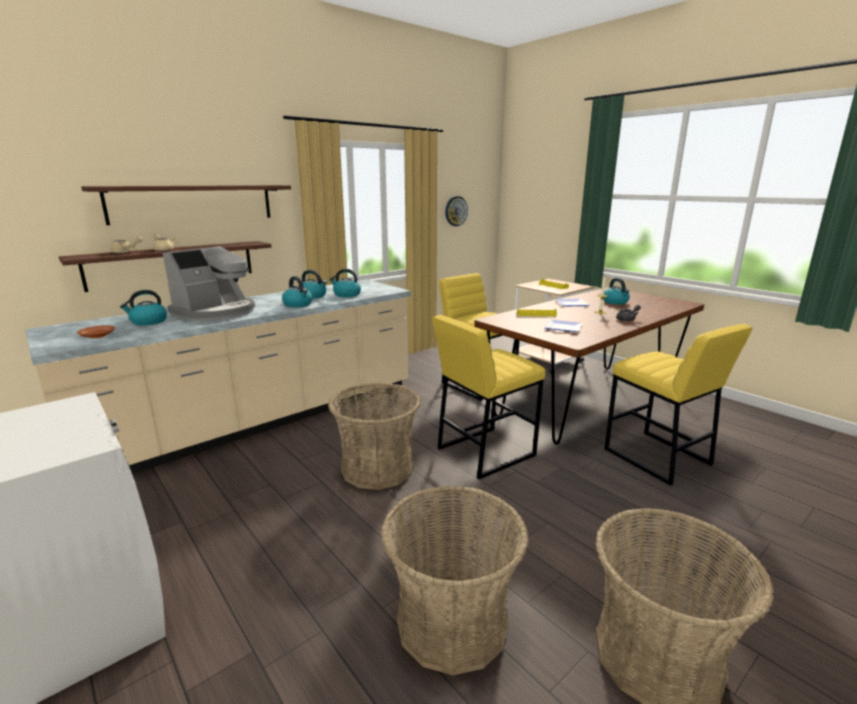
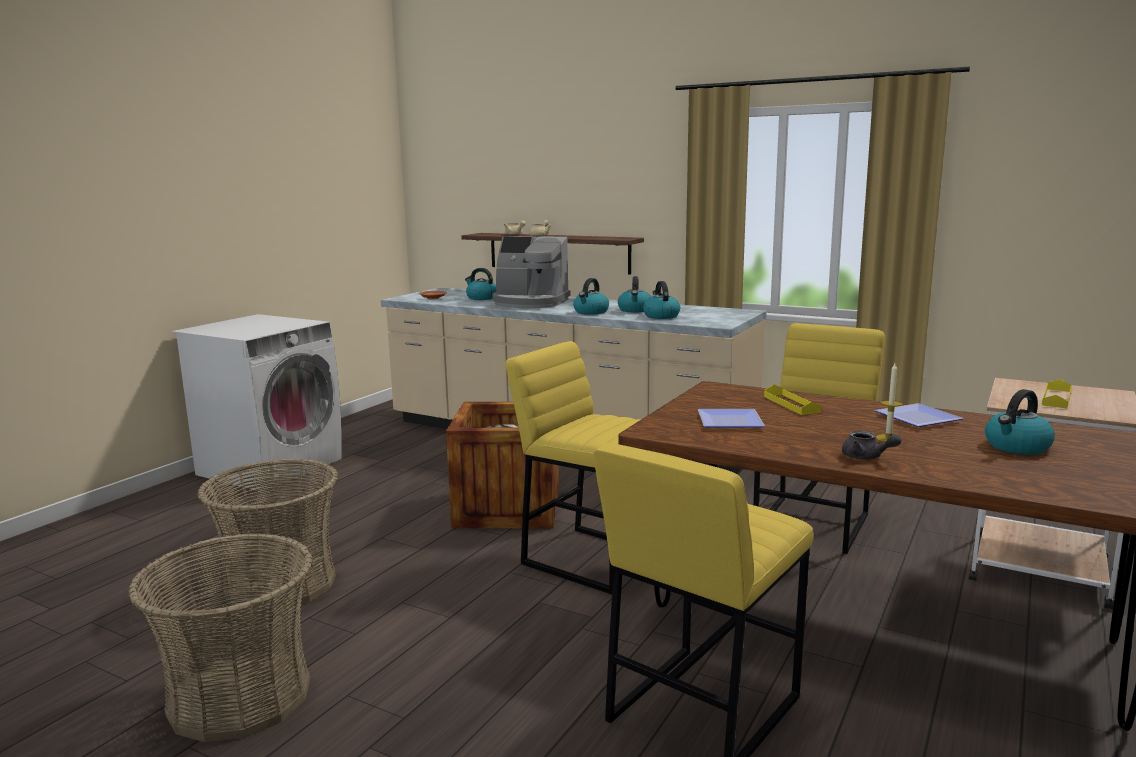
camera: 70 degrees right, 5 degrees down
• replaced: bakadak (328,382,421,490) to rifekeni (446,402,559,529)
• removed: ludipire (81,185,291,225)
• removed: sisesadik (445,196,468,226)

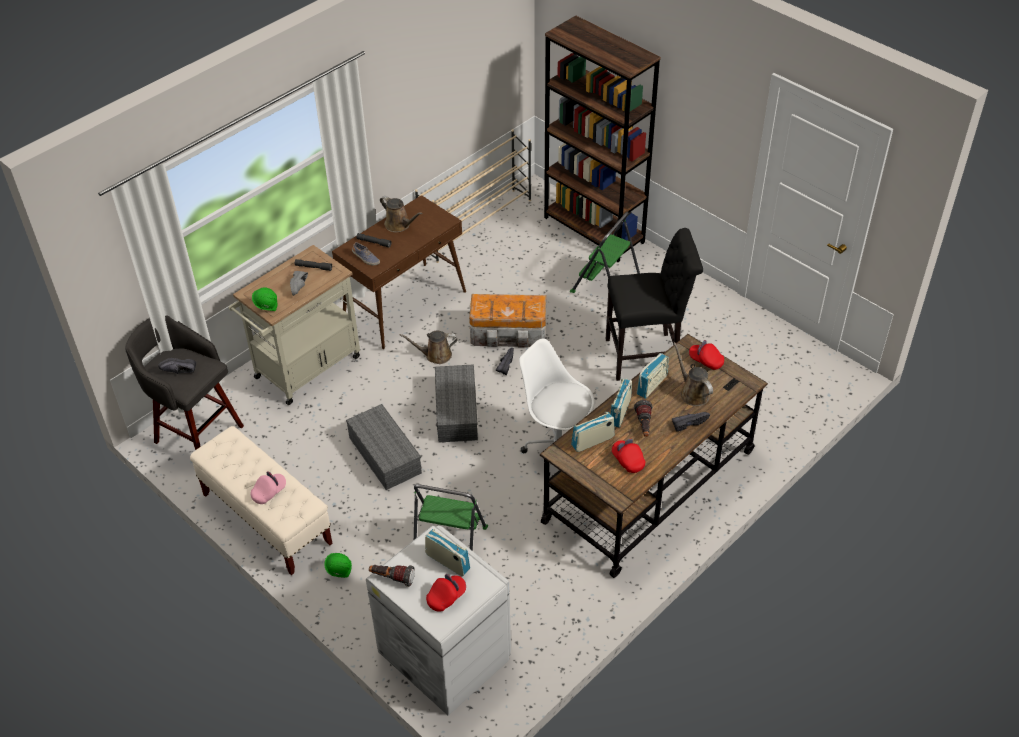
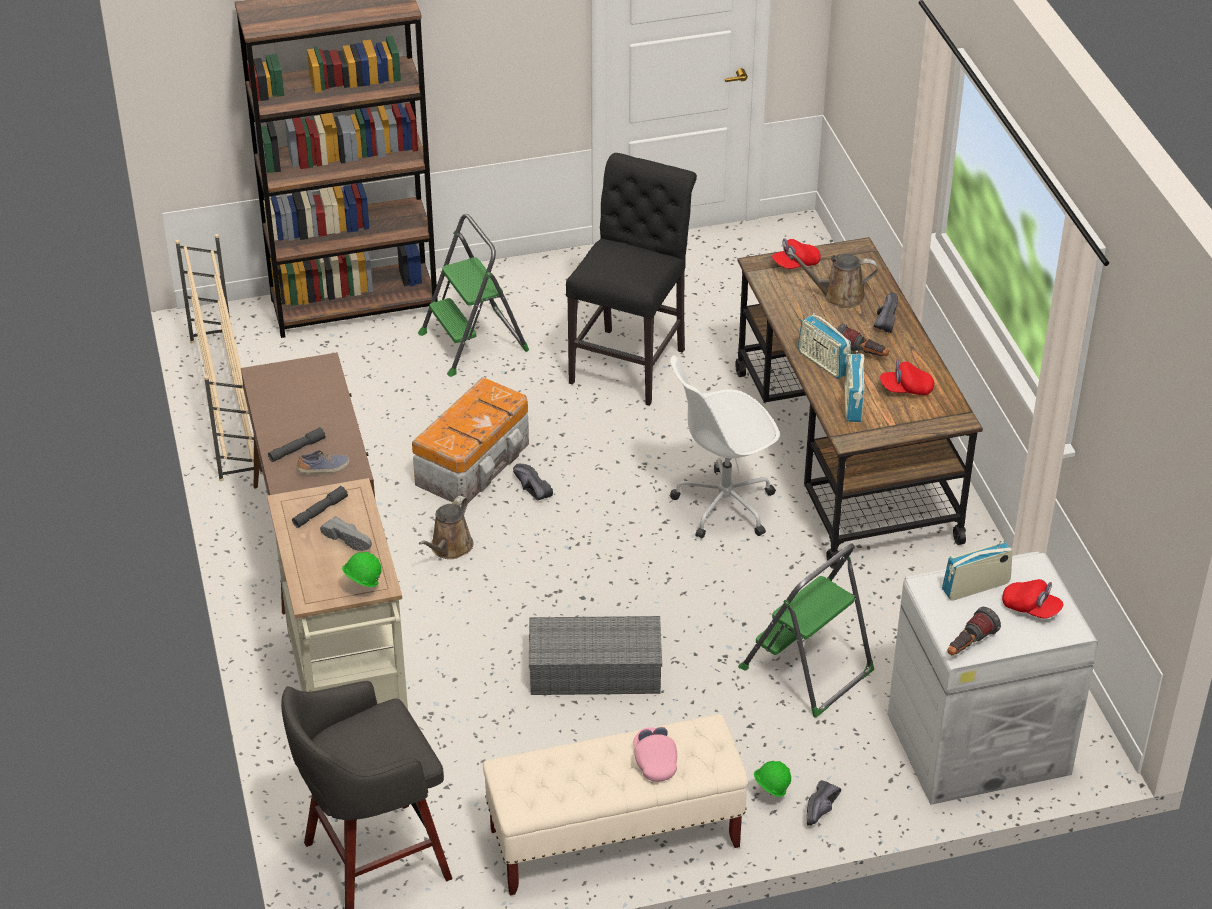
camera: 60 degrees left, 5 degrees down
• moved: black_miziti (158,358,196,374) to (807,780,841,825)
• turned: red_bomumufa (426,574,466,612) = (1002,579,1063,619) 135 degrees clockwise
• removed: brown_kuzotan (380,196,423,232)
• removed: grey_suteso (435,364,478,442)
• removed: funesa (637,353,669,399)

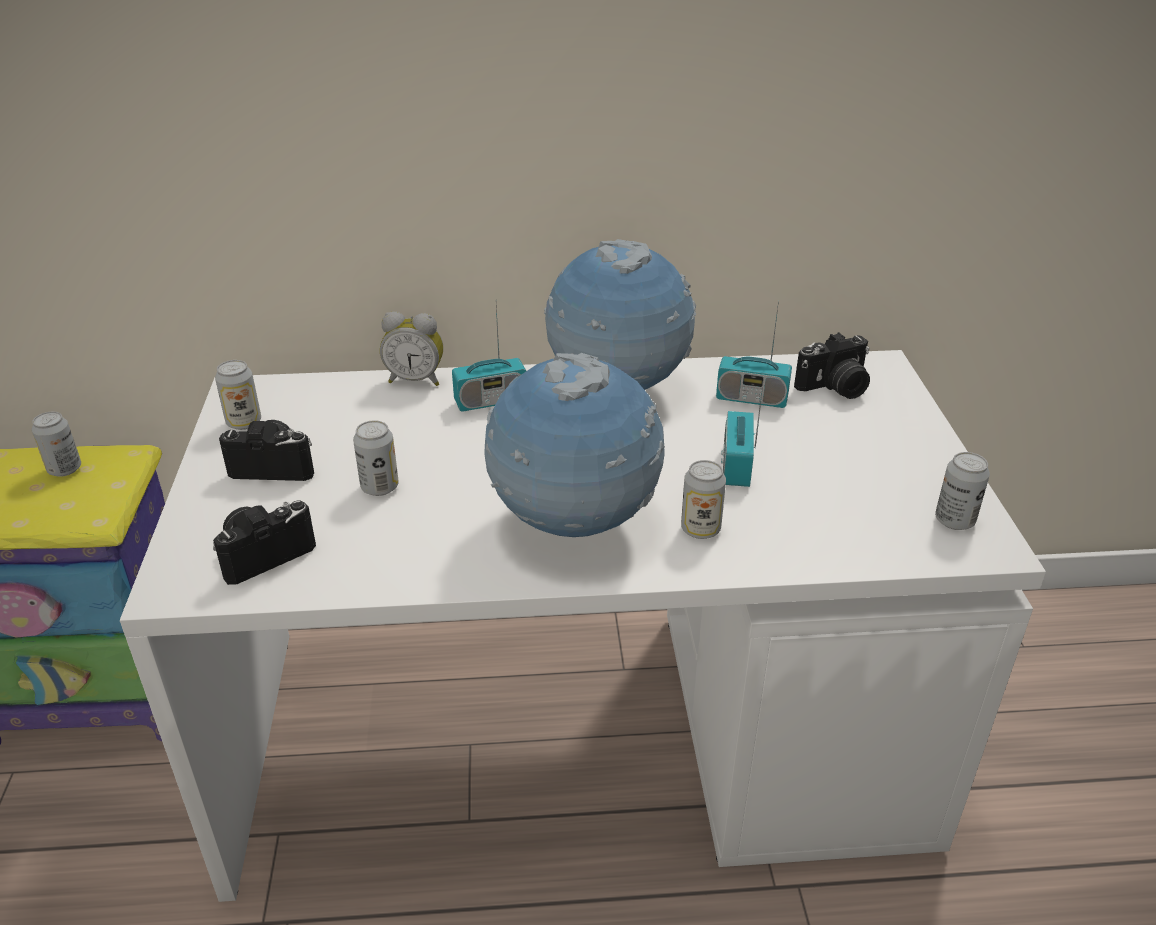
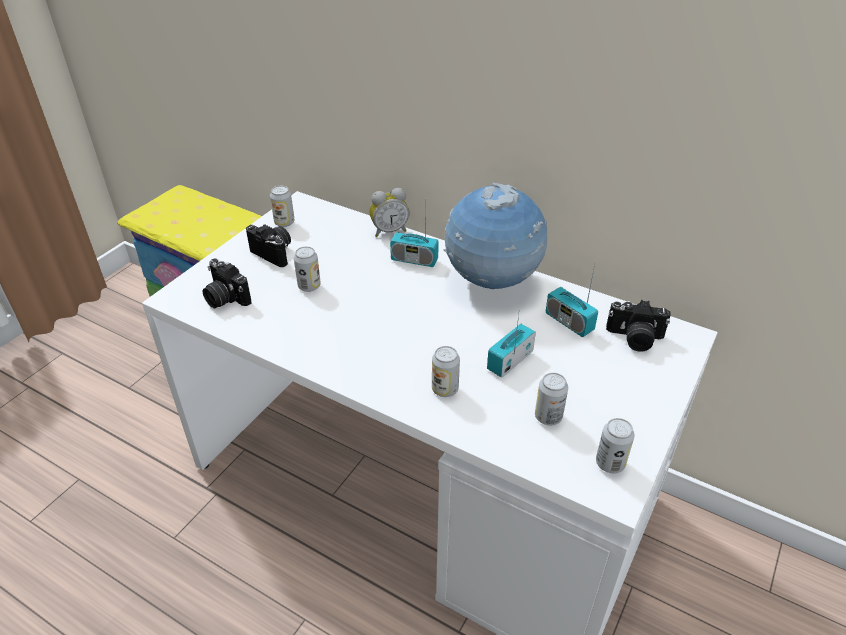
camera: 35 degrees right, 5 degrees up
• turned: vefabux (213,501,316,585) = (203,258,251,308) 135 degrees counterclockwise
• turned: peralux (380,311,443,386) = (369,188,409,237) 60 degrees counterclockwise
• moved: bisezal (32,411,81,477) to (535,373,568,425)
• removed: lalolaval (484,353,665,537)

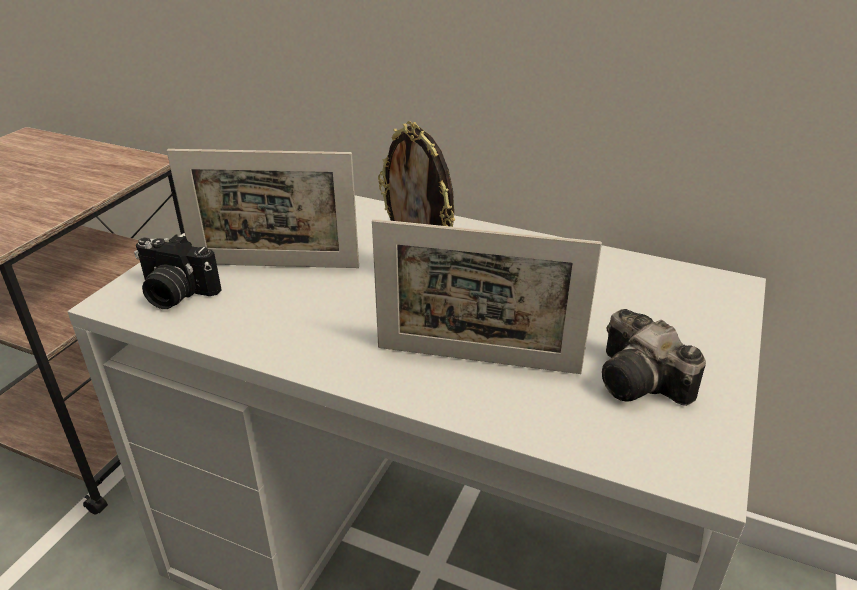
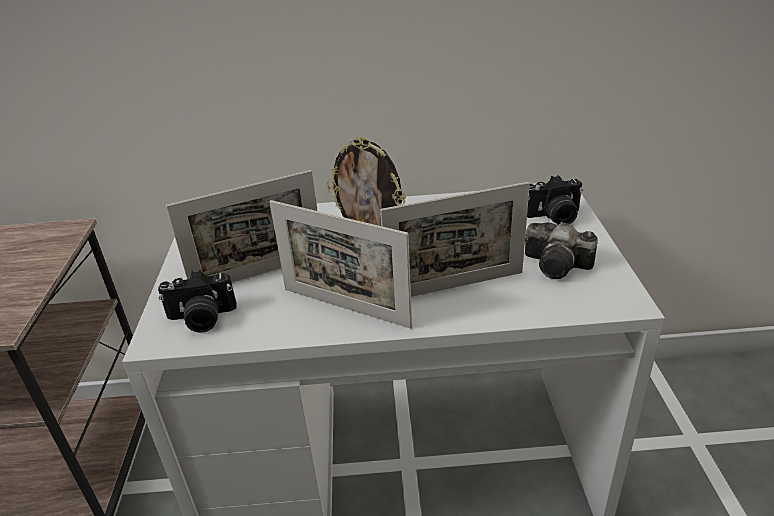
camera: 25 degrees left, 0 degrees up
• added: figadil (269,200,412,329)
• added: vefabux (527,175,583,225)

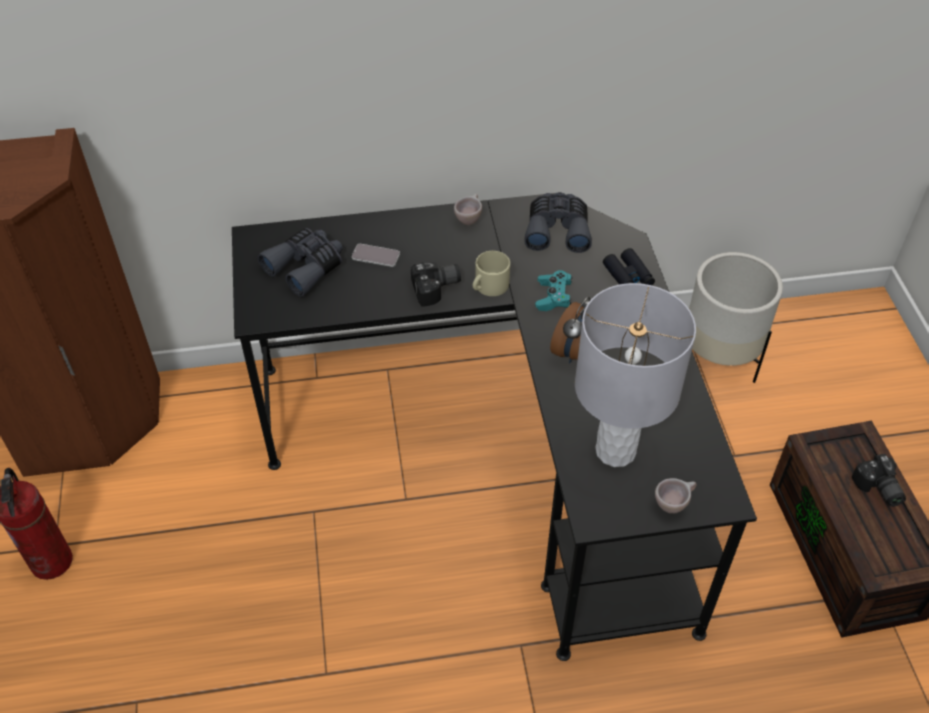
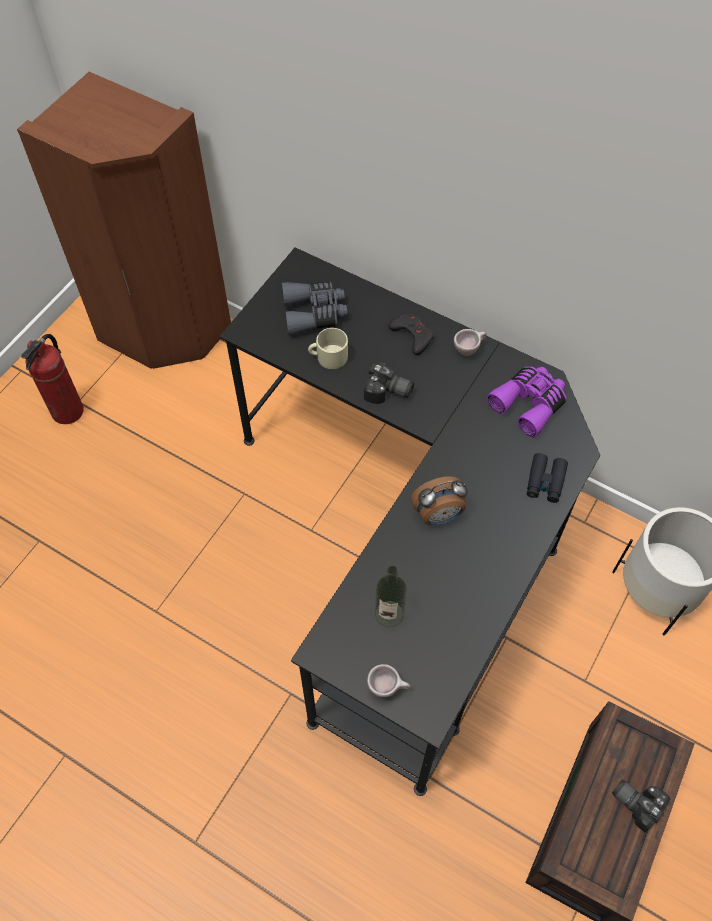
camera: 40 degrees right, 10 degrees up
• moved: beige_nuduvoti (473,251,510,296) to (308,328,348,369)
• replaced: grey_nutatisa (575,283,696,467) to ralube (375,566,407,627)
• added: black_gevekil (388,313,434,355)
• recoloured: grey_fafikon (525,192,592,253) to purple_fafikon (487,366,567,437)
• turned: vefabux (852,454,906,507) = (612,779,670,832) 105 degrees clockwise
• removed: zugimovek (352,244,400,267)
• removed: turquoise_gevekil (535,270,573,311)

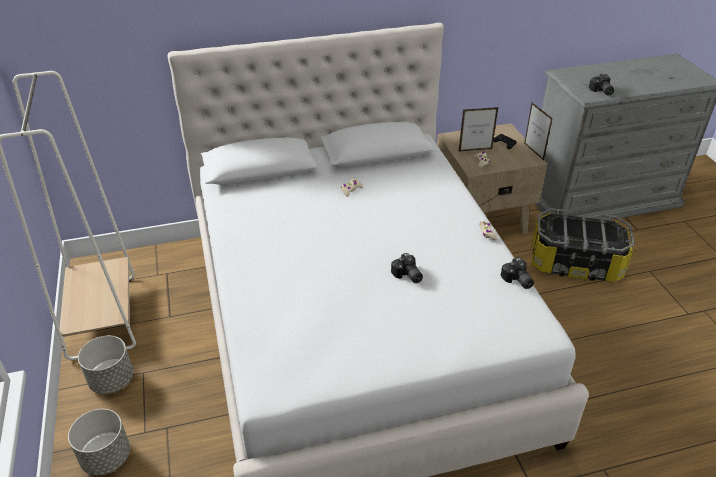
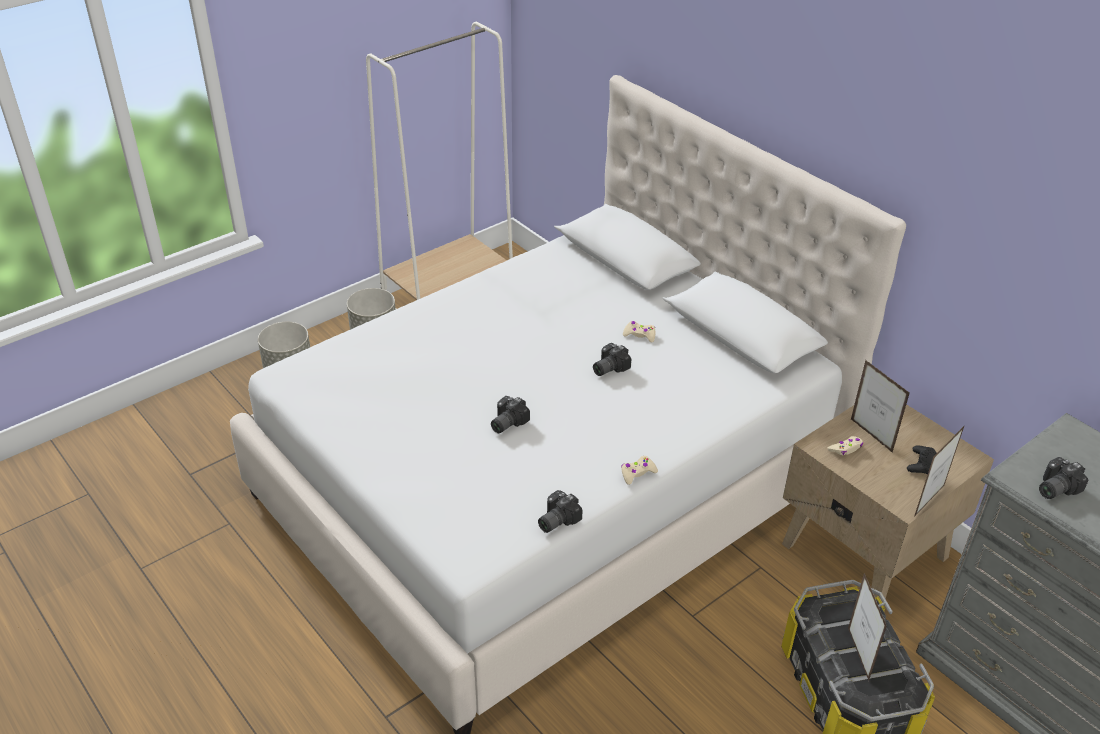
camera: 65 degrees right, 0 degrees up
• added: vefabux (593,343,631,376)
• added: figadil (848,573,887,681)

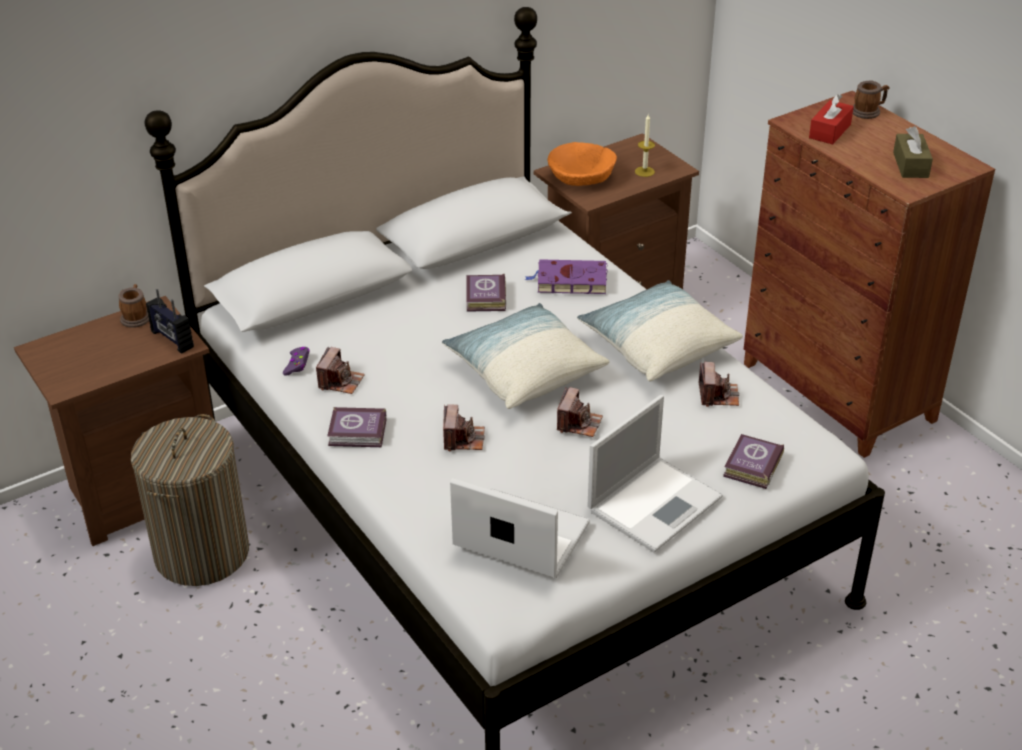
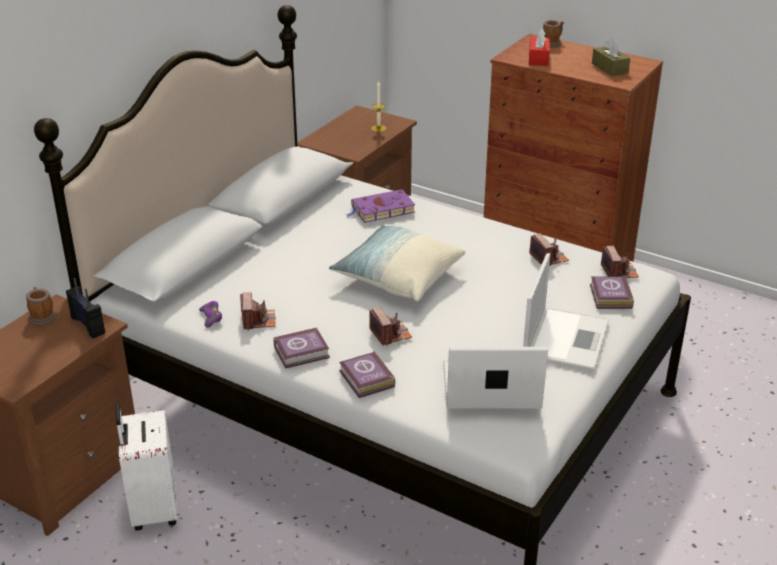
camera: 25 degrees left, 5 degrees down
• turned: funesa (146,289,194,353) = (66,278,105,338) 150 degrees counterclockwise
• replaced: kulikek (131,414,249,586) to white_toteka (116,404,178,531)
• moved: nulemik (466,274,506,312) to (339,351,395,398)
• moved: vefabux (557,387,603,437) to (601,246,639,278)
• removed: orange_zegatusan (548,142,617,186)
• removed: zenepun (577,280,743,381)

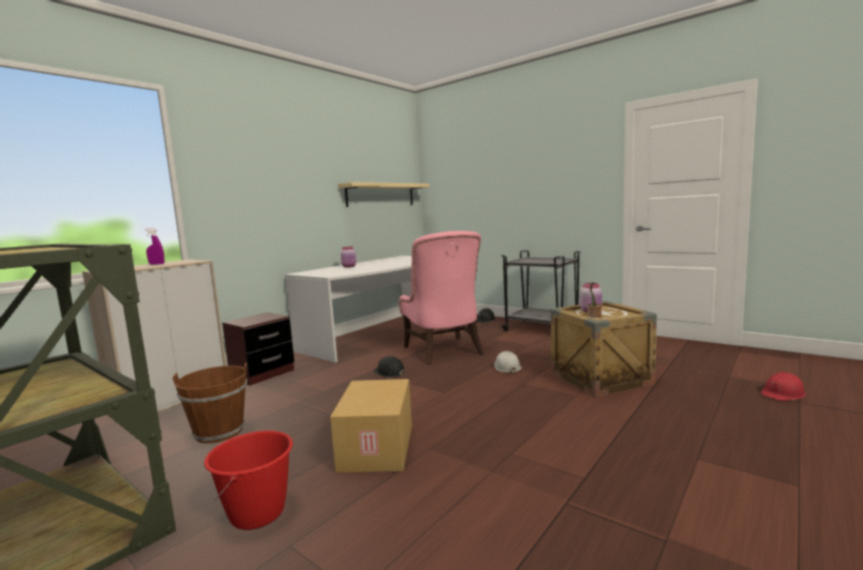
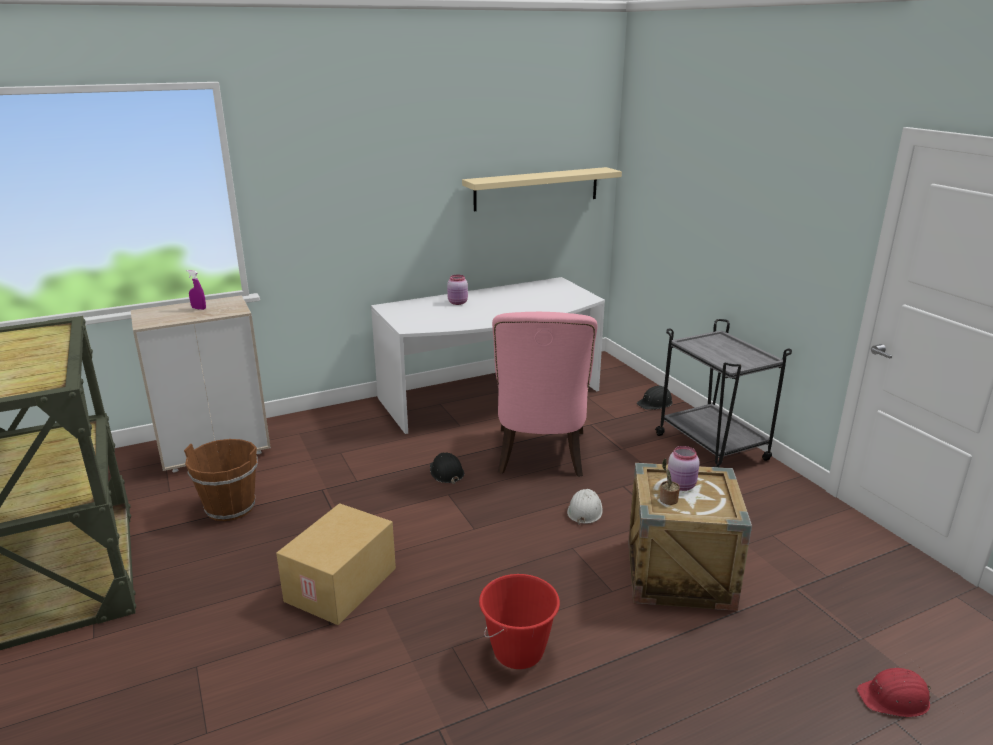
camera: 25 degrees right, 15 degrees up
• moved: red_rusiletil (204,431,293,530) to (479,574,560,669)
• removed: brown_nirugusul (222,312,294,386)

